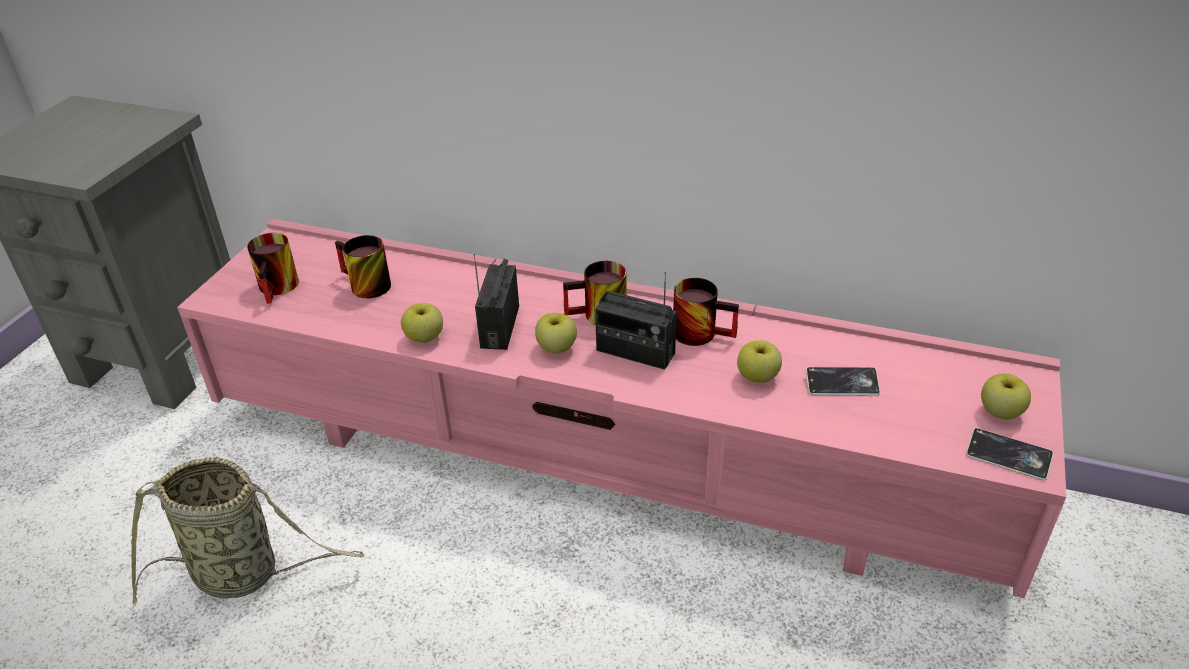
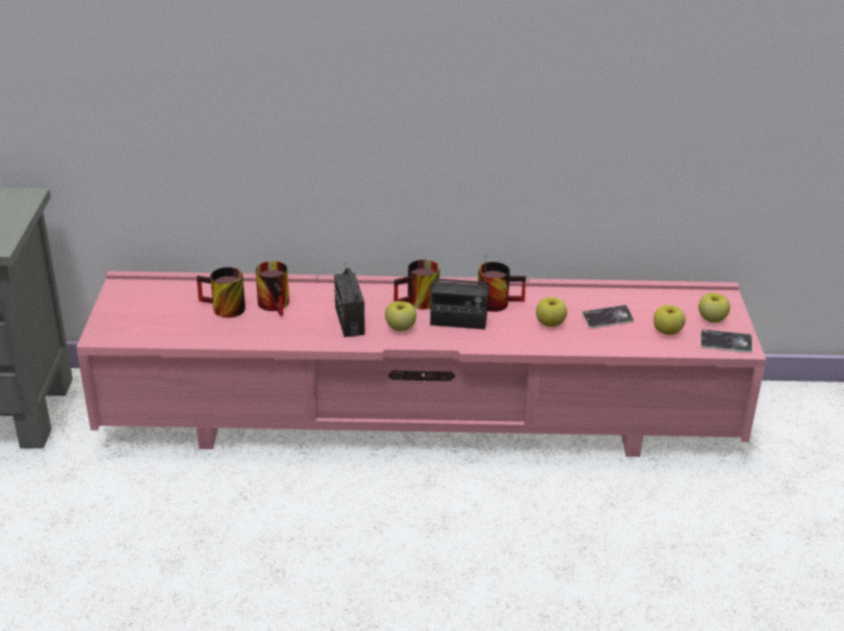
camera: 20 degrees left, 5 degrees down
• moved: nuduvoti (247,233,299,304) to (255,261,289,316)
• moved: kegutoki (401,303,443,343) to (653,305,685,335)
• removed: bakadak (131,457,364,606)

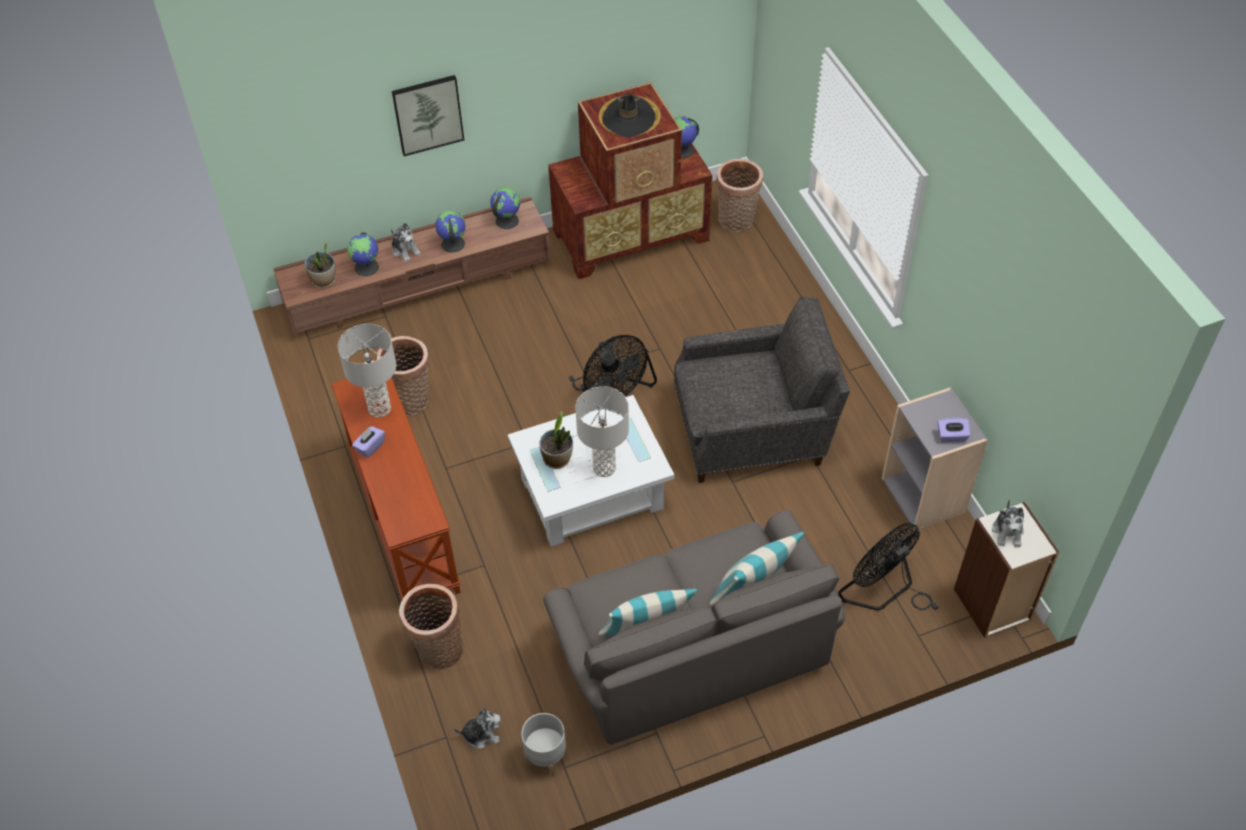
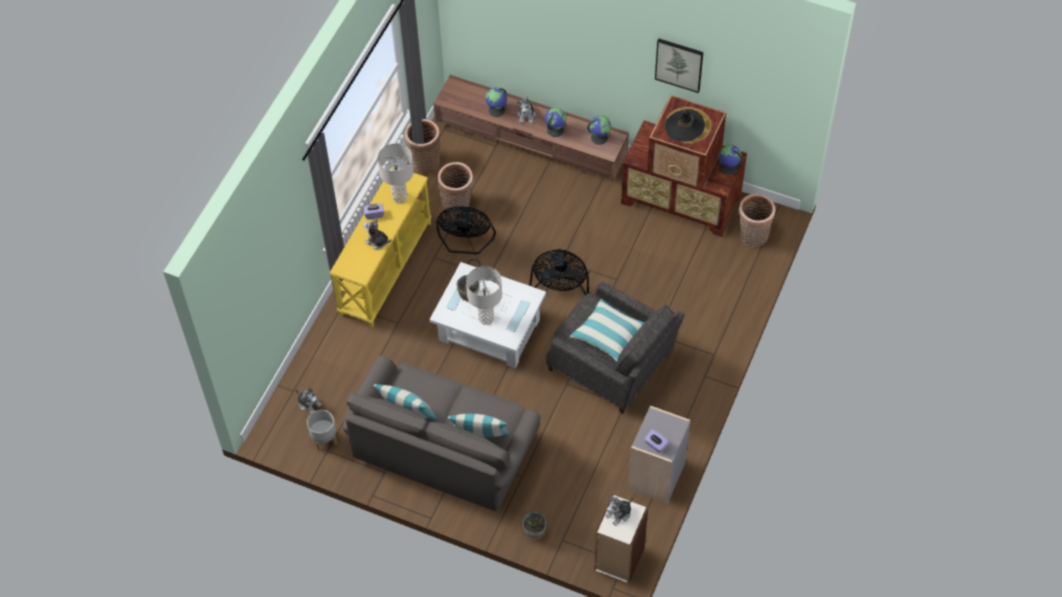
camera: 45 degrees right, 5 degrees up
• recoloured: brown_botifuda (331,377,461,600) to yellow_botifuda (330,166,432,328)
• added: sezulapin (363,218,391,249)
• moved: bakadak (399,584,464,669) to (405,119,440,174)
• moved: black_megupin (838,523,938,610) to (436,207,496,267)
• moved: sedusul (304,241,336,288) to (523,512,546,540)
• added: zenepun (570,299,645,361)
• moved: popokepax (392,75,464,156) to (655,39,704,93)

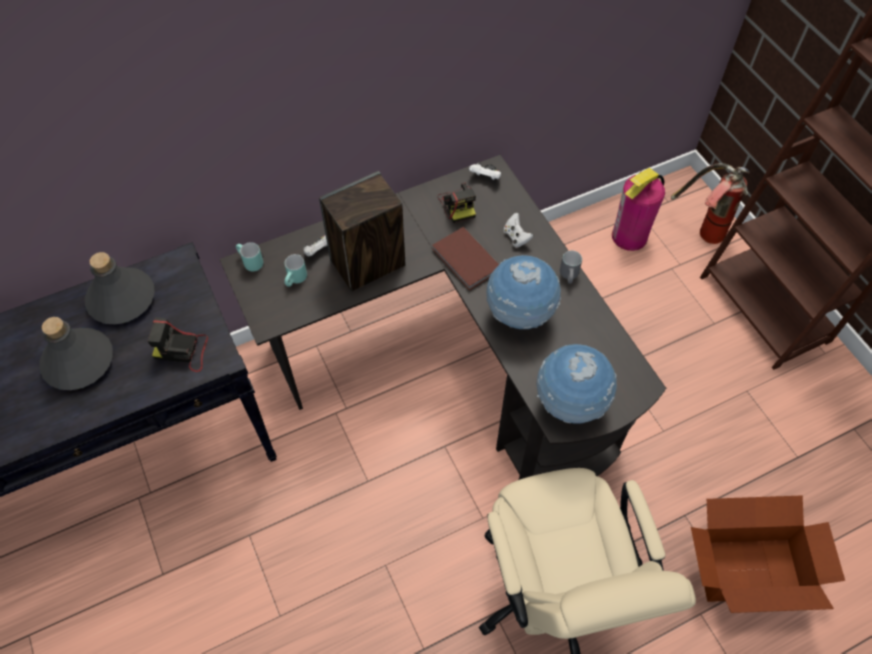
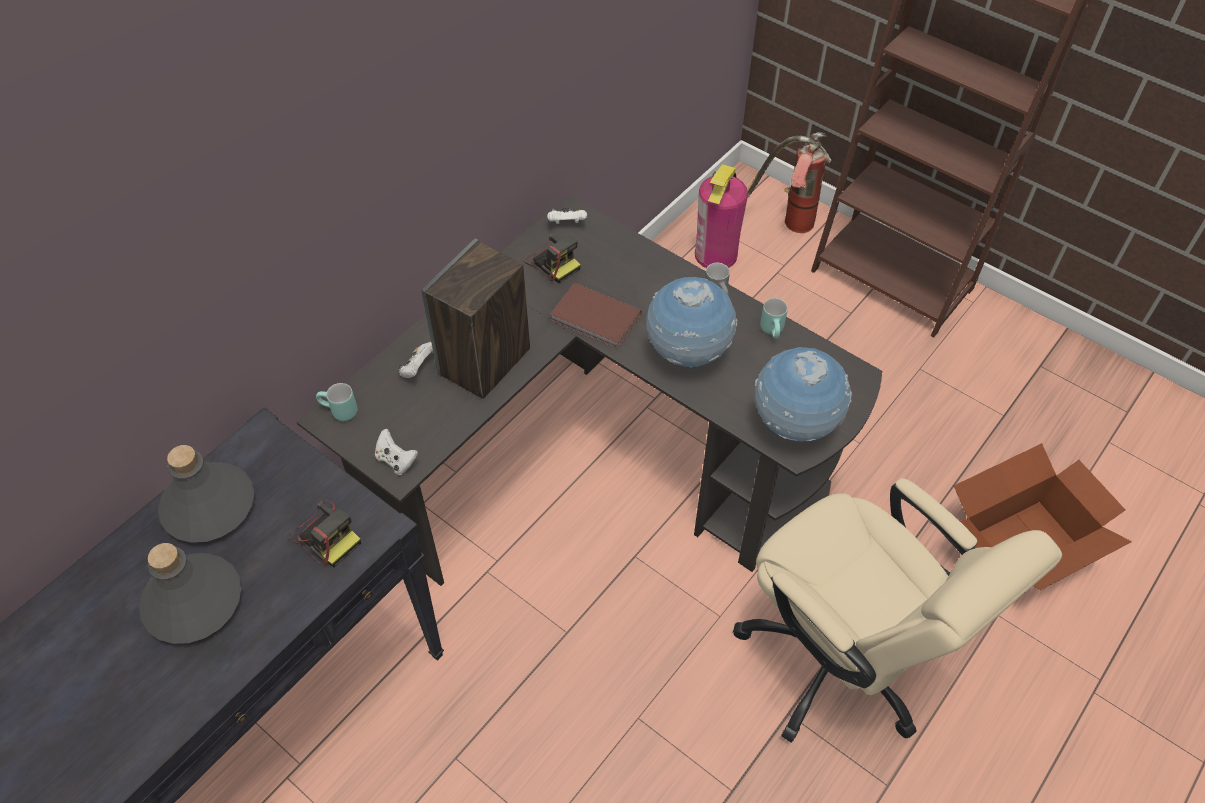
camera: 25 degrees left, 5 degrees down
• turned: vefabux (148,317,208,372) = (288,500,361,568) 120 degrees counterclockwise
• moved: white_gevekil (504,213,534,248) to (375,429,418,475)
• moved: turquoise_nuduvoti (285,254,307,287) to (760,298,788,339)

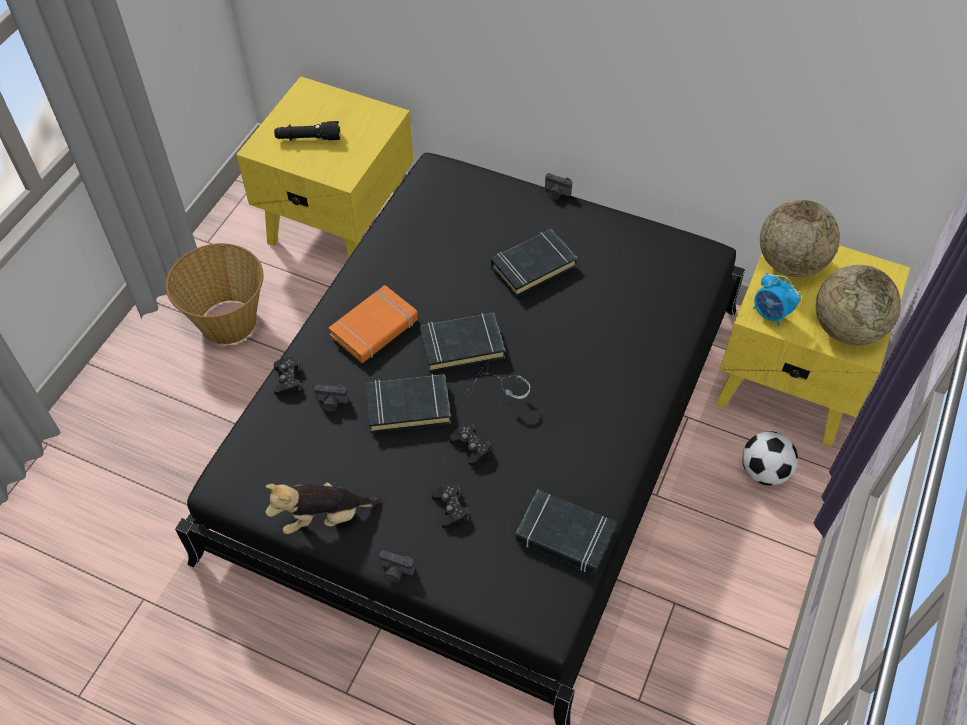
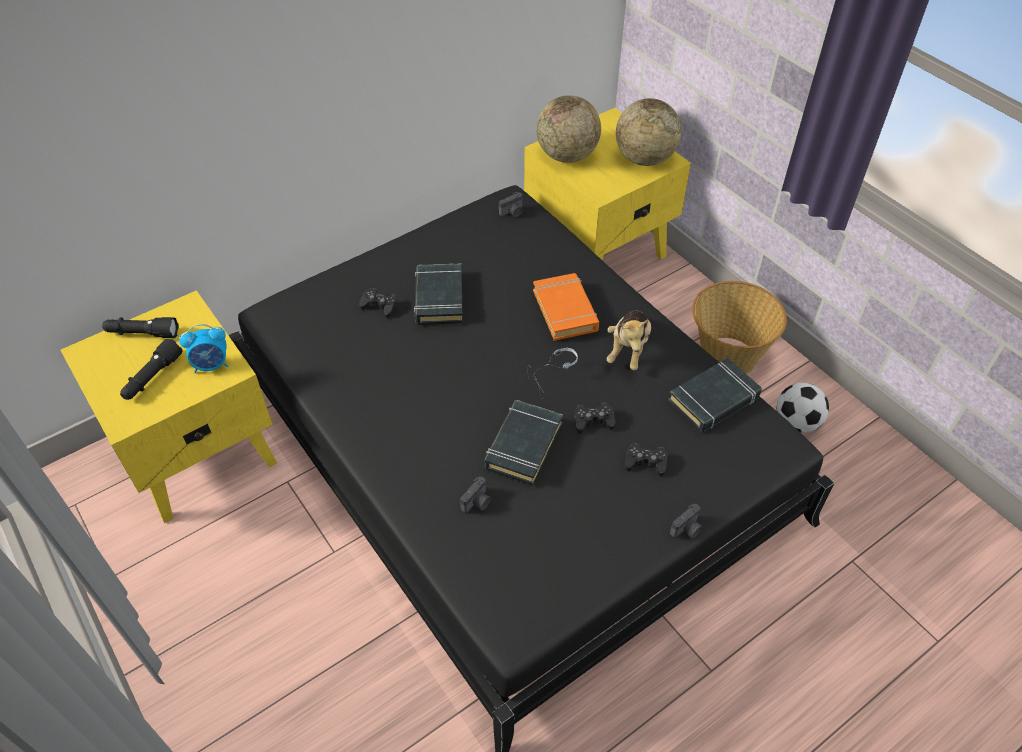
camera: 60 degrees left, 5 degrees down
• added: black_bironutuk (102,317,179,338)
• moved: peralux (753,273,801,326) to (179,324,228,373)
• moved: black_gevekil (274,357,301,396) to (359,288,397,318)
• moved: vefabux (545,173,572,200) to (499,192,523,217)
• moved: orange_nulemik (328,285,418,363) to (533,273,599,341)
• moved: sezulapin (265,483,381,534) to (607,310,651,370)
• moved: bakadak (166,243,263,344) to (692,281,787,374)
• moved: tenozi (742,431,798,485) to (776,383,829,433)
• removed: black_nulemik (419,312,505,373)

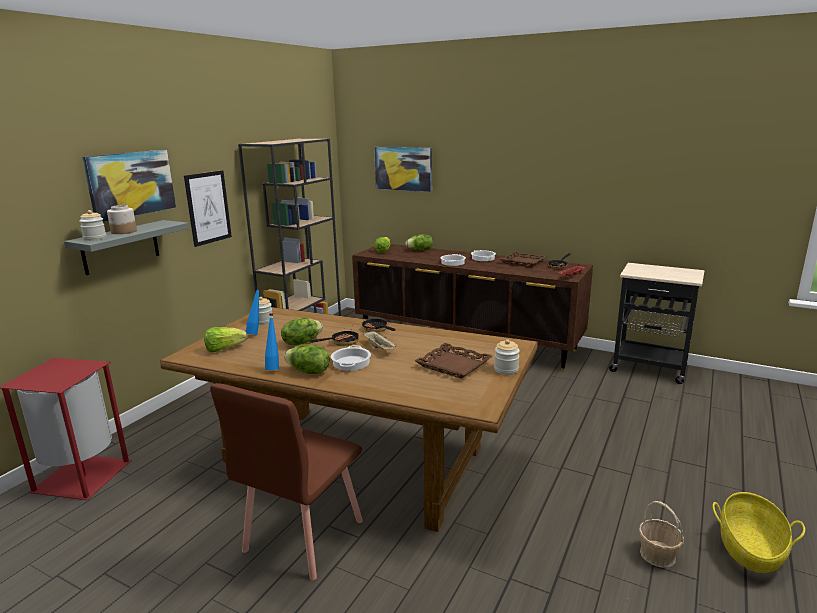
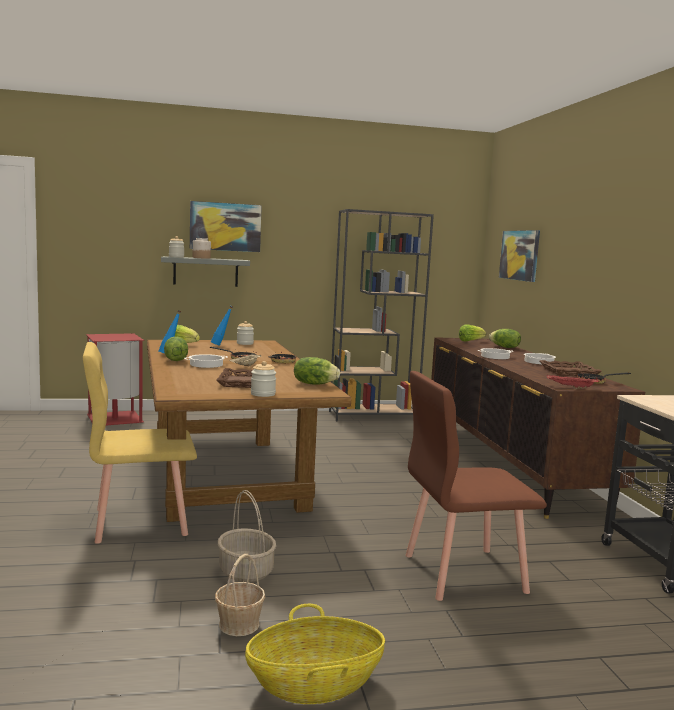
camera: 50 degrees right, 10 degrees down
• added: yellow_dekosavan (83,342,197,544)
• added: bakadak (218,490,276,583)
• moved: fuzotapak (281,318,323,345) to (294,357,340,385)
• moved: brown_dekosavan (210,383,363,580) to (406,371,547,601)
• removed: popokepax (184,170,232,247)

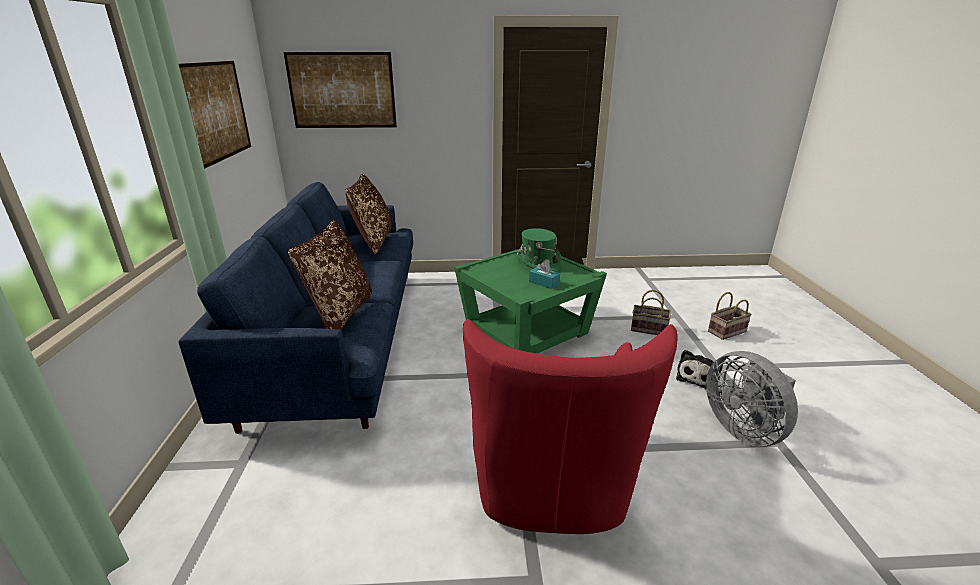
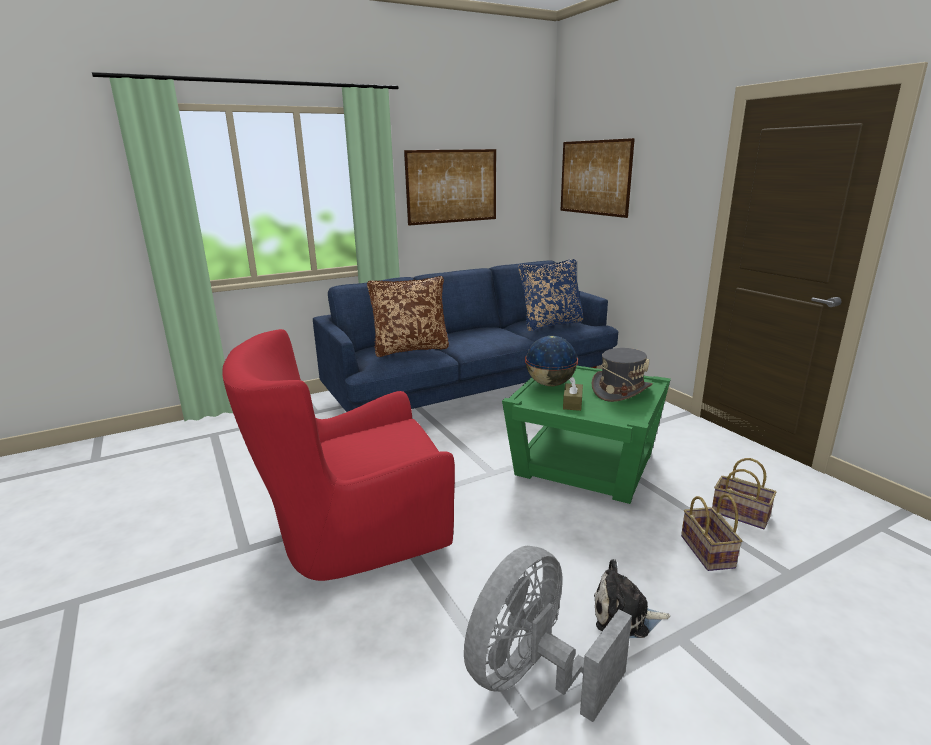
camera: 65 degrees right, 5 degrees down
• recoloured: brown_zenepun (345,174,392,254) to blue_zenepun (518,259,583,332)
• added: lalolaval (525,336,578,386)
• recoloured: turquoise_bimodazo (529,262,560,289) to brown_bimodazo (563,376,583,411)
• recoloured: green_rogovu (515,228,561,271) to grey_rogovu (592,348,653,402)
• moved: bakadak (708,292,752,340) to (712,458,777,529)

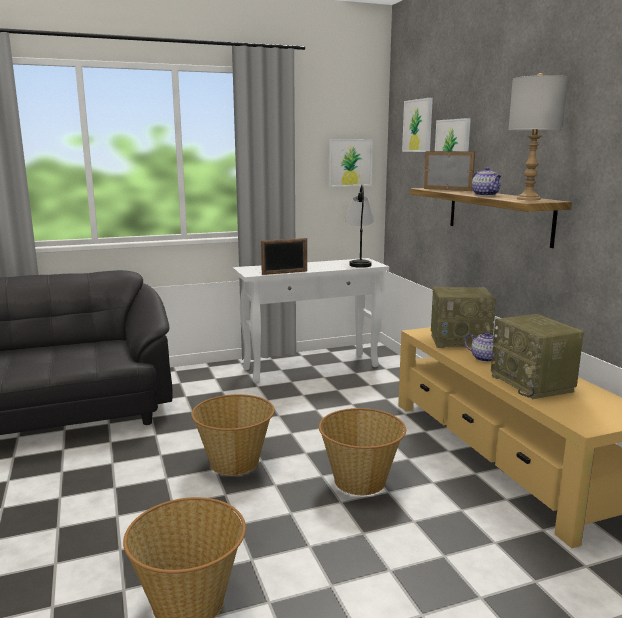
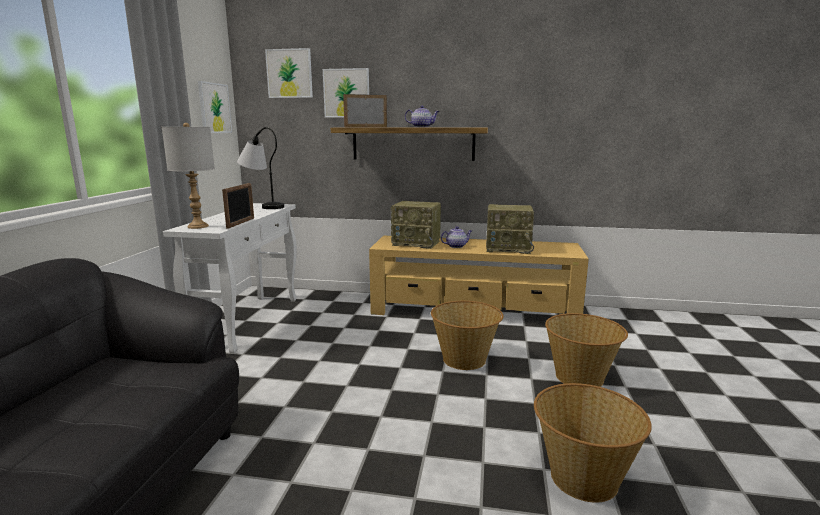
camera: 60 degrees left, 0 degrees up
• moved: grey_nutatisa (508,73,568,200) to (162,123,215,229)
• turned: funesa (431,287,496,348) = (391,201,441,249) 75 degrees clockwise
• moved: bakadak (191,394,275,476) to (545,313,628,387)

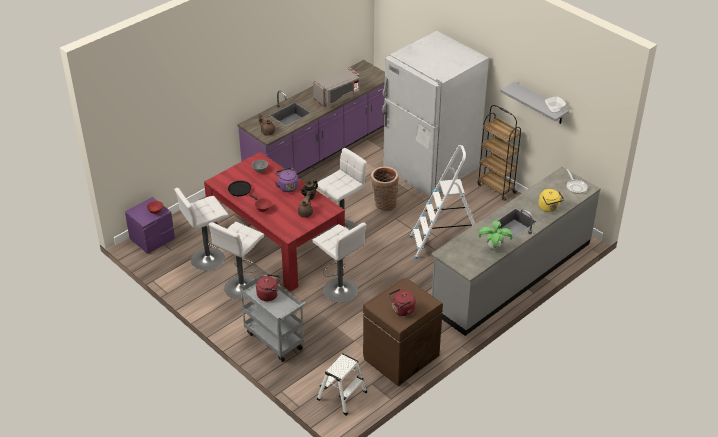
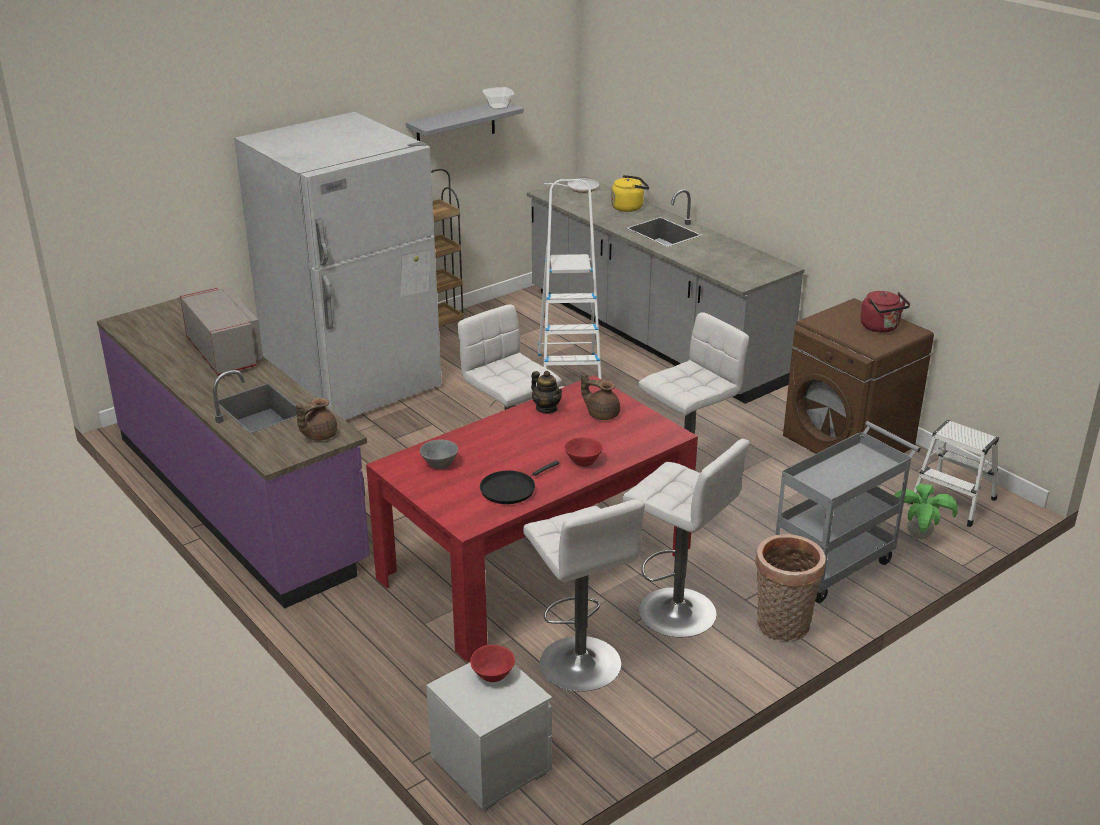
camera: 85 degrees left, 10 degrees down
• recoloured: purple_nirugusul (125,197,175,254) to white_nirugusul (426,663,552,810)
• moved: bakadak (371,166,399,211) to (756,534,826,642)
• moved: sedusul (479,221,513,250) to (894,483,958,539)
• removed: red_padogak (256,274,280,301)
• removed: purple_padogak (275,167,298,192)

